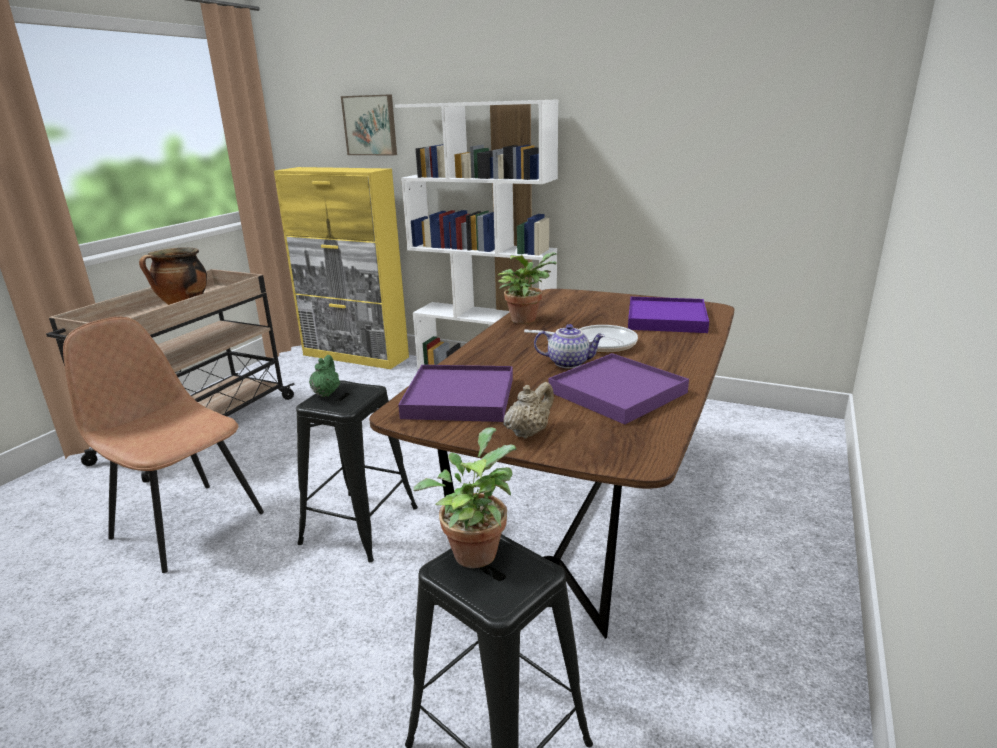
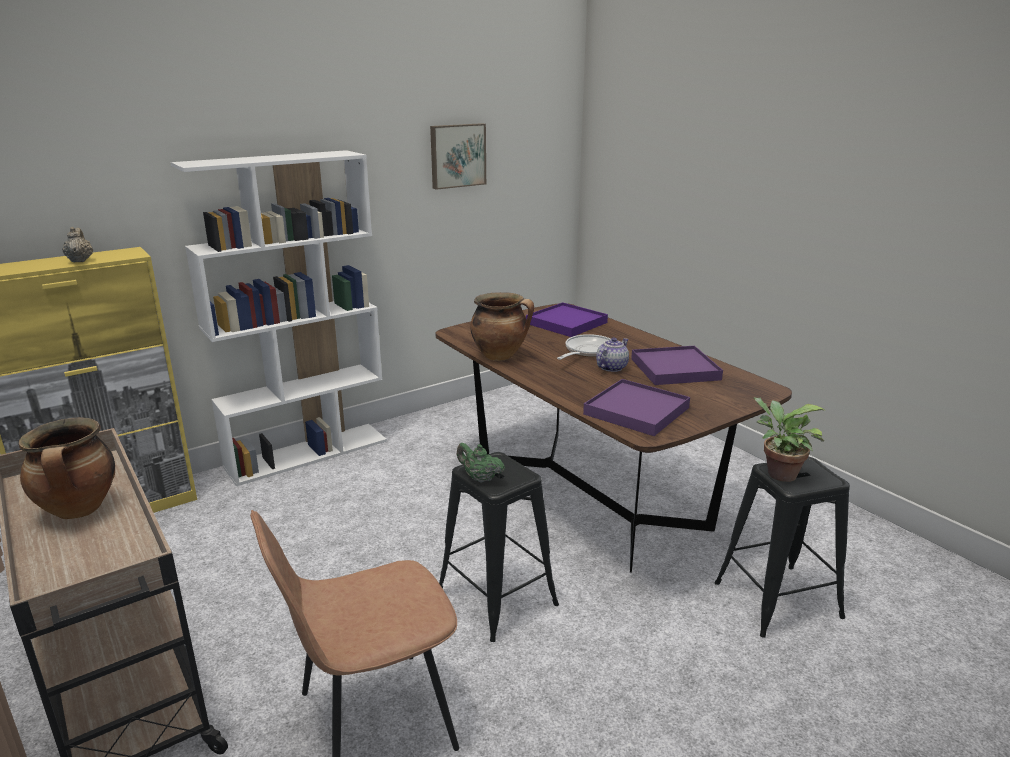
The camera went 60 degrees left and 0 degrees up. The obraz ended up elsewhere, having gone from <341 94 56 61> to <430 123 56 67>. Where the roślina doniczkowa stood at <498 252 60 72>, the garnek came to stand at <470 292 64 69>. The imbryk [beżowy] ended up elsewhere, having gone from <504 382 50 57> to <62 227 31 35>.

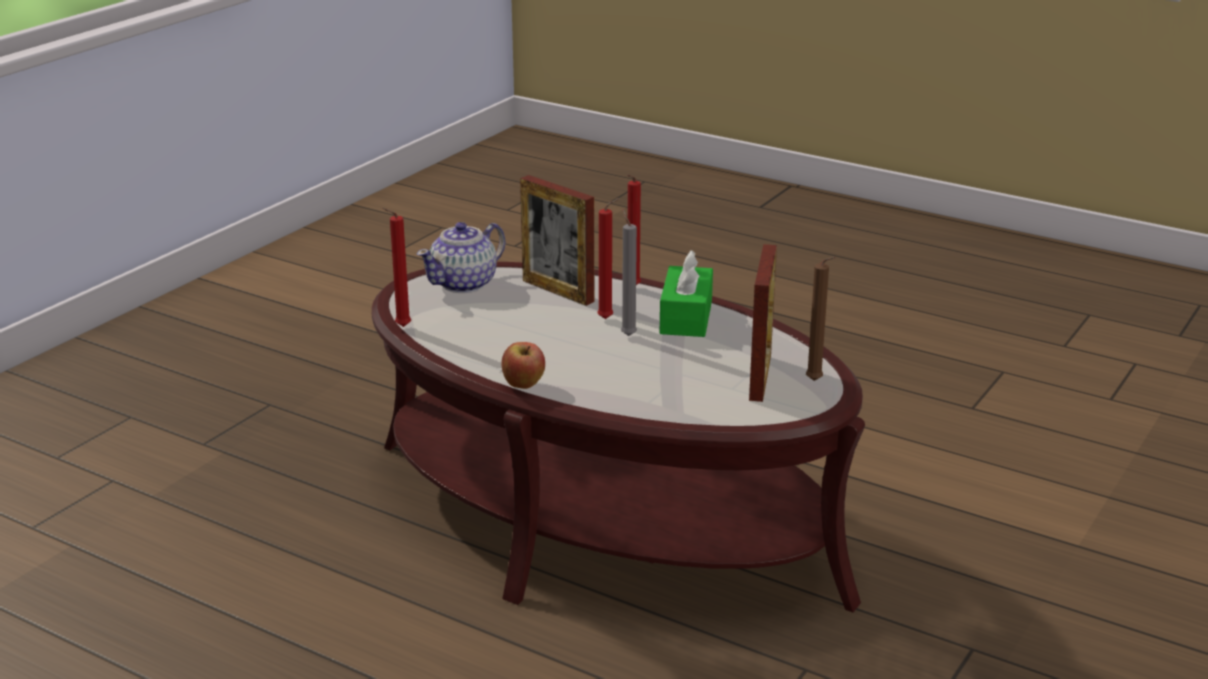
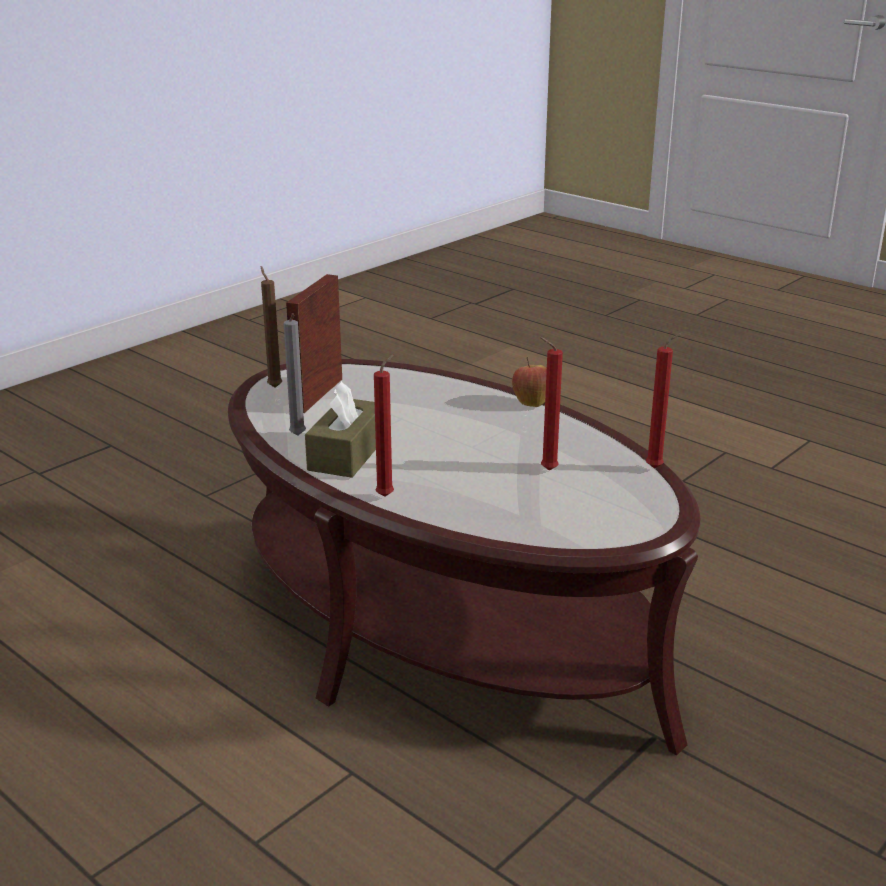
The camera went 170 degrees left and 0 degrees up. The second view lost the imbryk at <417 222 89 71>. The second view lost the ramka na zdjęcie at <520 175 74 131>. The świeca [czerwony] ended up elsewhere, having gone from <597 198 23 121> to <540 337 23 134>. The świeca [szary] ended up elsewhere, having gone from <621 209 16 127> to <284 313 22 123>. What was the pudełko chusteczek [zielony] at <660 251 53 86> turned into the pudełko chusteczek [brązowy] at <305 381 71 97>.

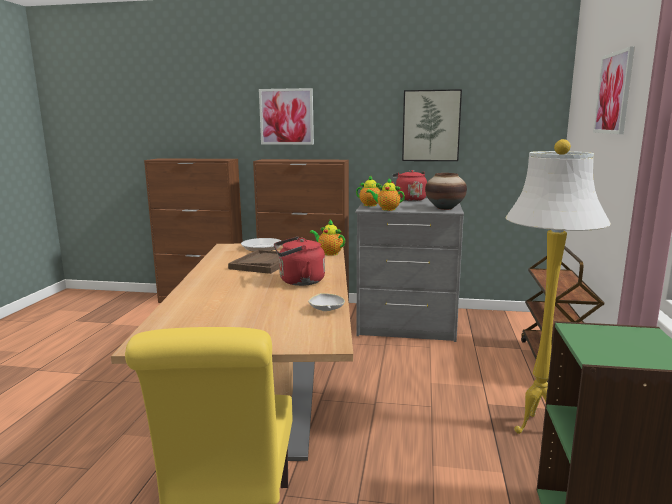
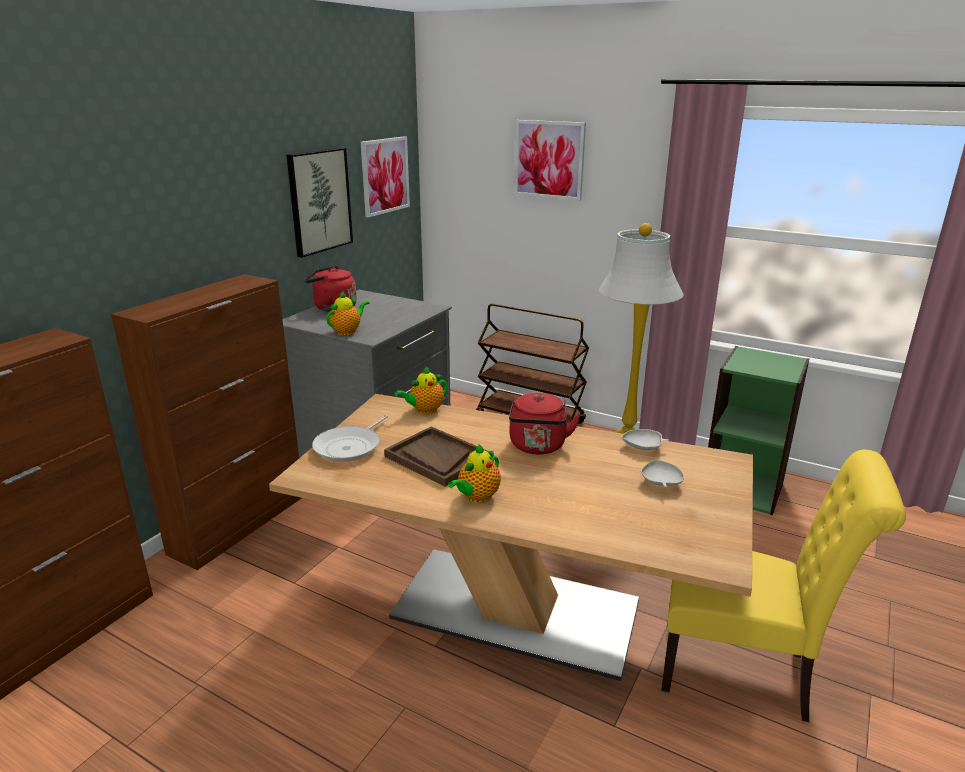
The camera went 70 degrees left and 10 degrees up. The obraz ended up elsewhere, having gone from <259 88 55 57> to <361 136 49 81>. The imbryk ended up elsewhere, having gone from <366 178 39 33> to <448 444 53 59>. The second view lost the wazon at <425 173 42 37>. The second view gained the miska [biały] at <641 460 43 27>.

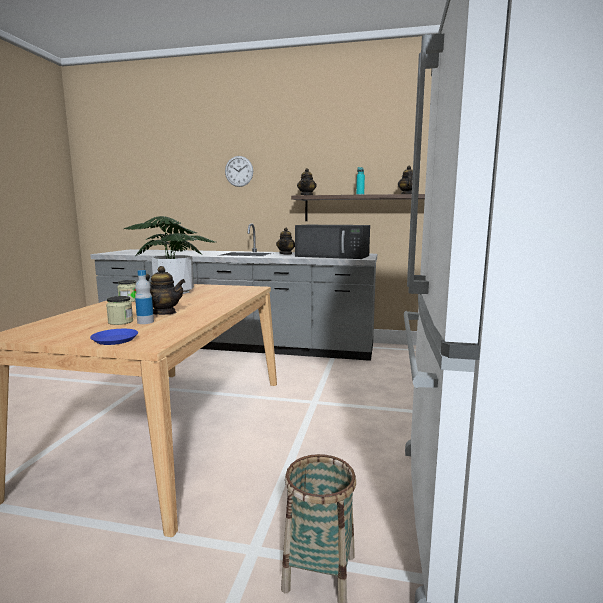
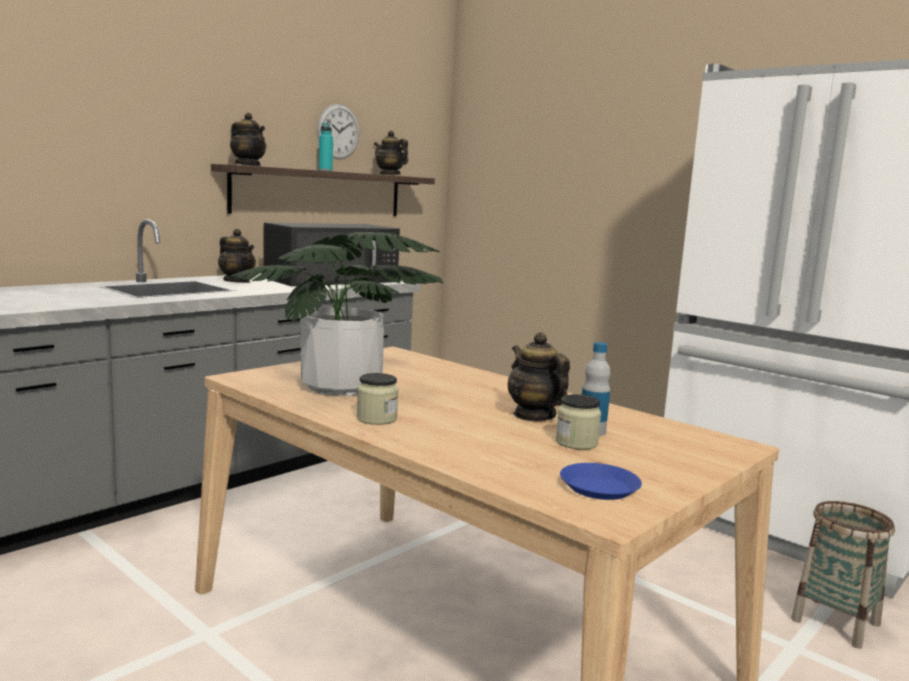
The camera went 60 degrees left and 0 degrees up. The talerz [niebieski] ended up elsewhere, having gone from <90 329 48 16> to <560 463 82 37>. The imbryk at <146 266 39 49> ended up facing another way, 75 degrees counterclockwise from before. The zegar ścienny ended up elsewhere, having gone from <225 156 28 31> to <317 104 43 55>.

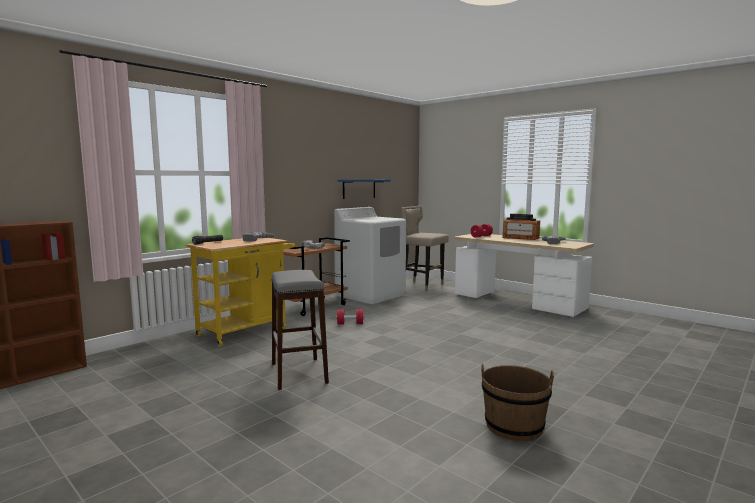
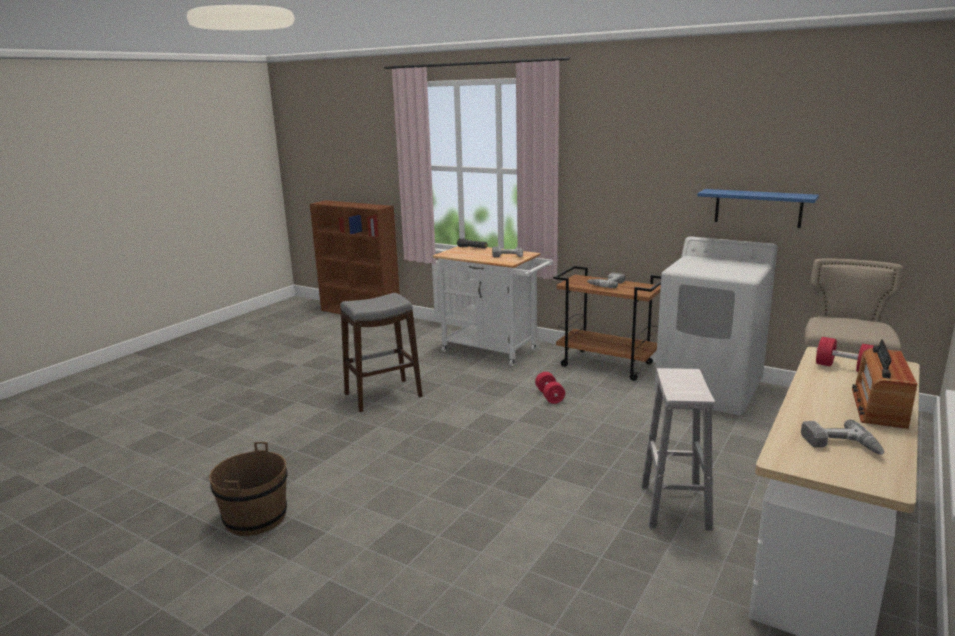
The camera went 80 degrees right and 10 degrees up. What was the wózek [żółty] at <186 238 109 109> turned into the wózek [biały] at <432 246 121 120>. The second view gained the stołek [biały] at <641 368 74 163>.

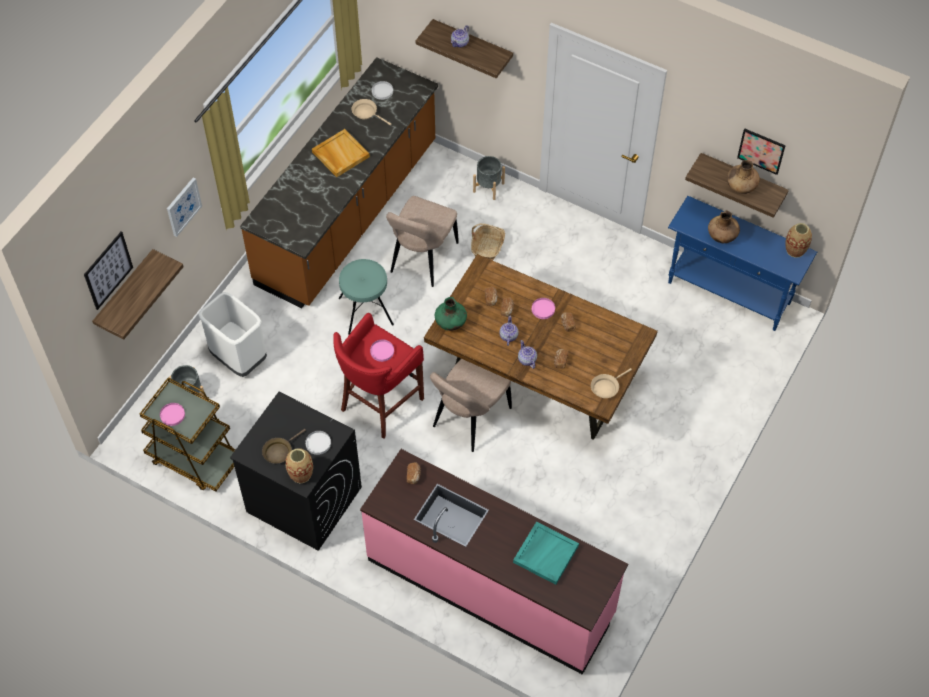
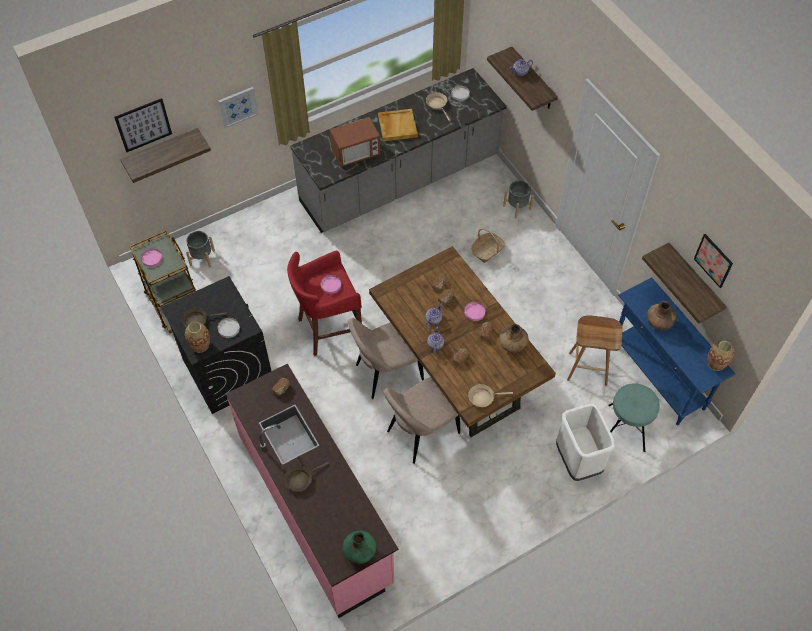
The camera went 30 degrees right and 0 degrees up. The kosz na śmieci [biały] ended up elsewhere, having gone from <198 292 69 85> to <556 404 59 77>. What was the zabudowa kuchenna [brązowy] at <240 57 198 251> turned into the zabudowa kuchenna [szary] at <290 68 217 165>. The stołek [turkusowy] ended up elsewhere, having gone from <339 259 55 76> to <608 384 52 68>. The krzesło [beżowy] ended up elsewhere, having gone from <386 196 73 91> to <383 377 77 87>. The wazon [zielony] ended up elsewhere, having gone from <435 297 32 34> to <342 531 34 33>. The second view lost the taca [turkusowy] at <513 522 66 63>. The wazon [brązowy] ended up elsewhere, having gone from <727 160 33 34> to <499 324 29 29>. The second view gained the patelnia [brązowy] at <284 462 45 30>. The second view gained the mikrofalówka at <330 117 50 50>. The second view gained the stołek [brązowy] at <567 315 56 71>.

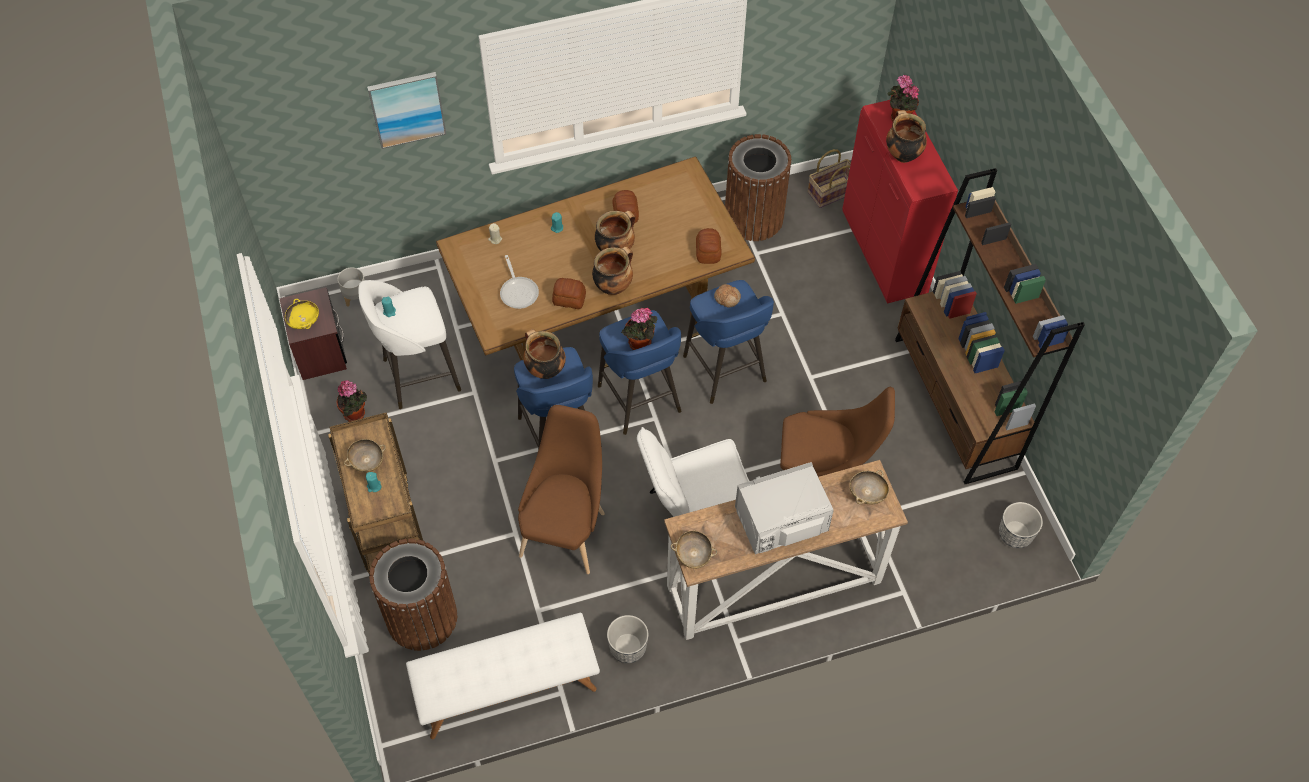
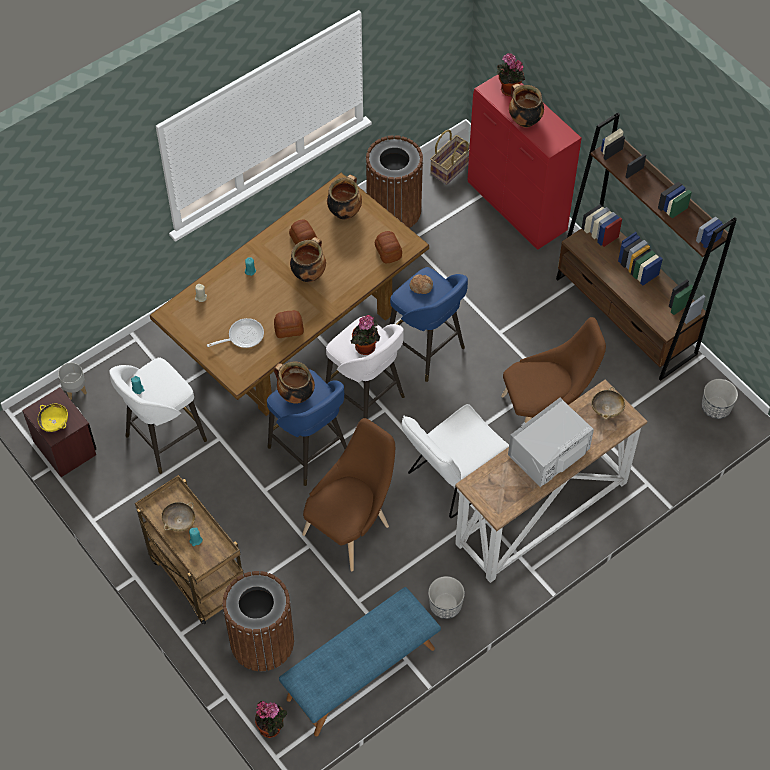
The camera went 20 degrees left and 0 degrees up. The roślina doniczkowa ended up elsewhere, having gone from <337 380 30 42> to <255 701 32 37>. The second view lost the obraz at <367 72 79 77>. What was the ławka [biały] at <406 613 194 126> turned into the ławka [niebieski] at <279 587 162 149>. The patelnia at <500 255 39 54> ended up facing another way, 75 degrees counterclockwise from before. The krzesło [brązowy] at <518 405 87 169> ended up facing another way, 45 degrees clockwise from before. The garnek ended up elsewhere, having gone from <592 246 41 49> to <327 175 35 45>. What was the stołek [niebieski] at <598 310 83 125> turned into the stołek [biały] at <326 316 79 103>. The second view lost the miska [beżowy] at <671 531 46 38>.

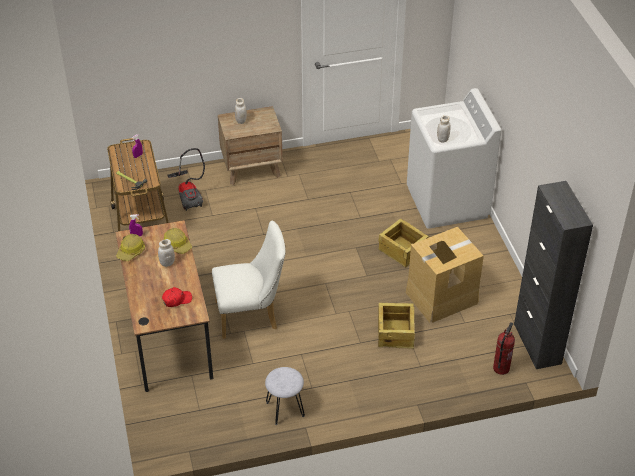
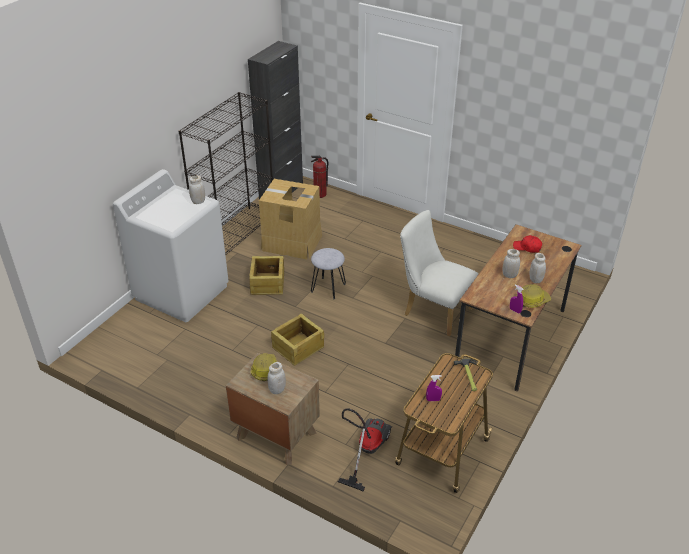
The camera went 135 degrees left and 5 degrees down. The kask ended up elsewhere, having gone from <163 228 29 26> to <251 354 26 27>. The stołek [szary] ended up elsewhere, having gone from <265 367 40 58> to <311 248 35 52>. The skrzynka ended up elsewhere, having gone from <378 303 37 46> to <271 313 53 53>. The second view gained the regał [czarny] at <178 92 95 163>. The second view gained the słoik [biały] at <530 253 16 30>.

